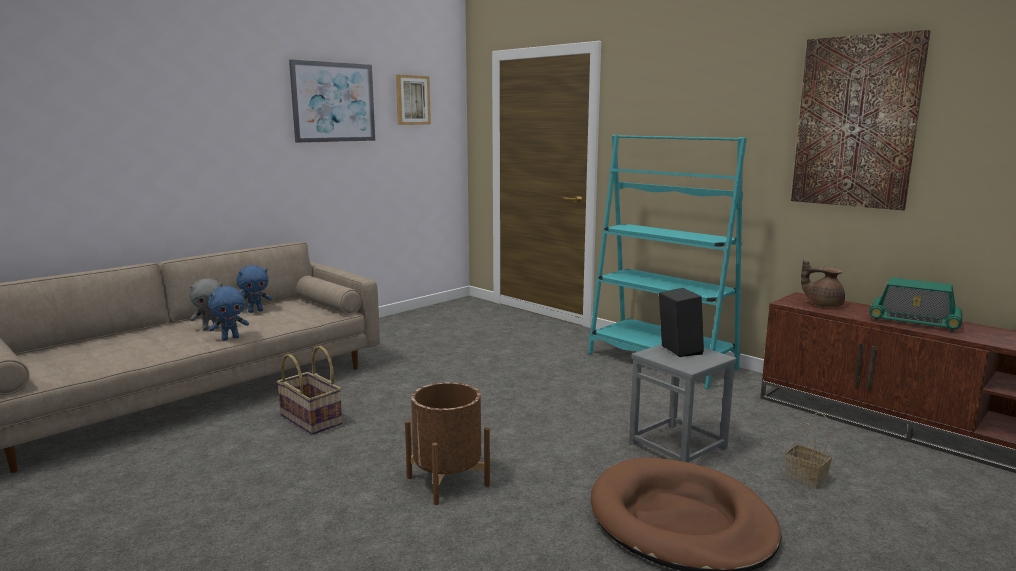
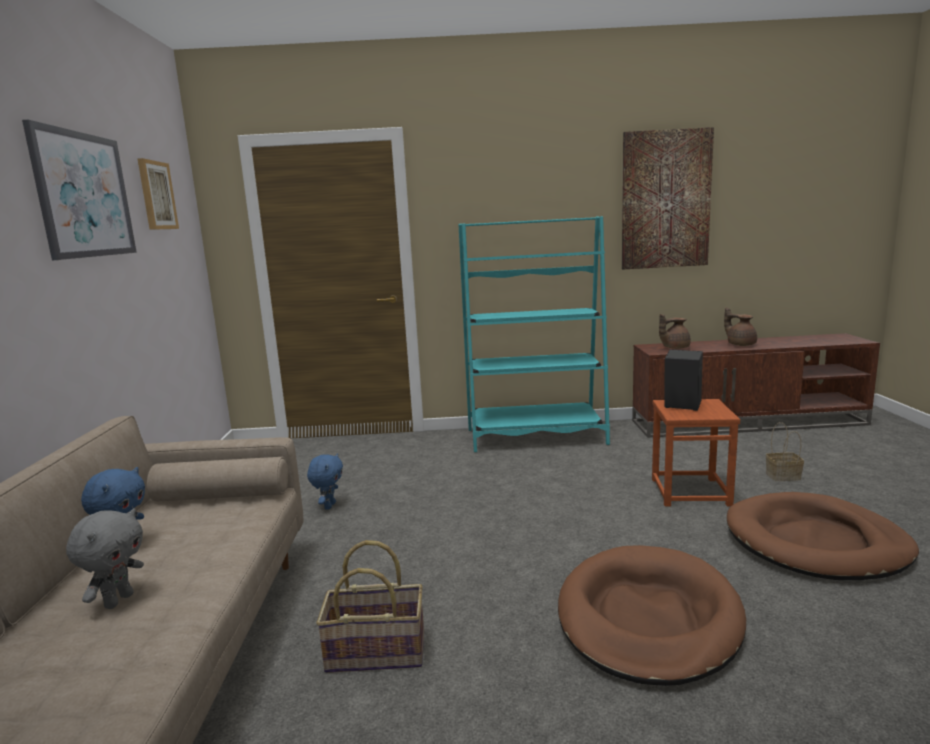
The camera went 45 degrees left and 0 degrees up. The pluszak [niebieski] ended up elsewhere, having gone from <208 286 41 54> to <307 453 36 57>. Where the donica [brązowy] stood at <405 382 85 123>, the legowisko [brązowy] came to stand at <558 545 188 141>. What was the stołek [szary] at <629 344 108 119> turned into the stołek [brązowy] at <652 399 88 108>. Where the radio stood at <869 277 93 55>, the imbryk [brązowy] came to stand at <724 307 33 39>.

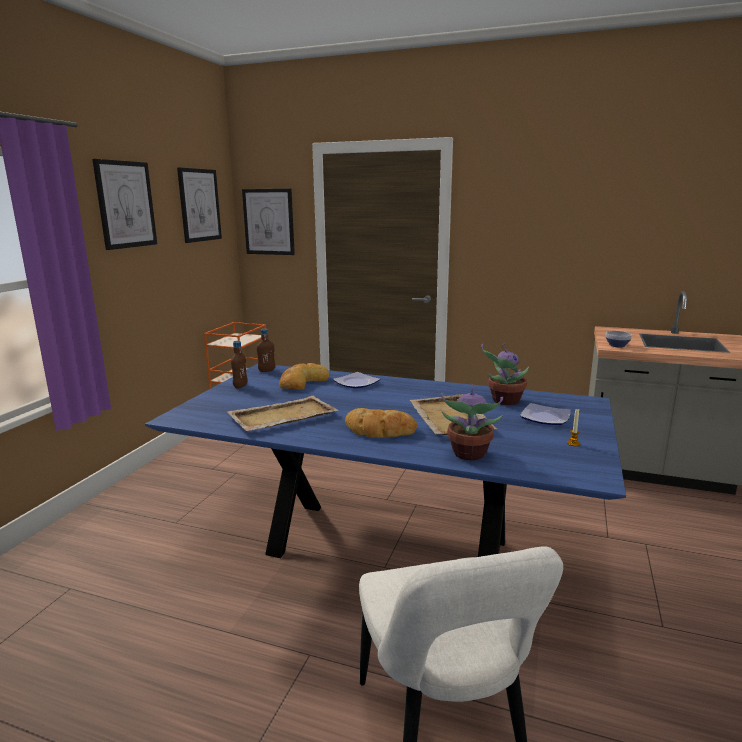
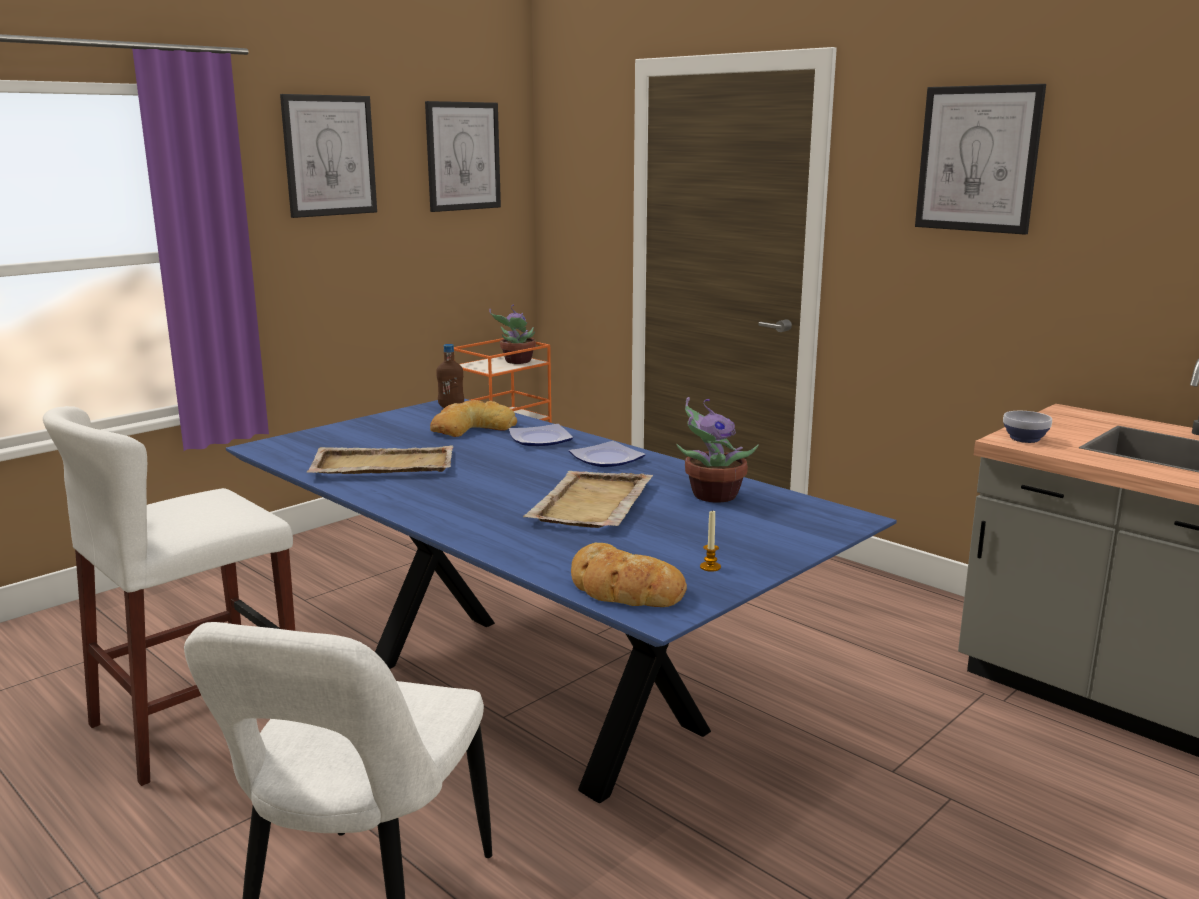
The camera went 25 degrees right and 0 degrees up. The second view lost the butelka [brązowy] at <231 341 17 48>. The obraz ended up elsewhere, having gone from <242 188 53 67> to <915 84 131 151>. The chleb ended up elsewhere, having gone from <345 408 72 30> to <571 542 116 65>. The roślina doniczkowa ended up elsewhere, having gone from <441 384 62 76> to <489 305 47 59>. The talerz ended up elsewhere, having gone from <520 403 51 22> to <569 441 77 26>. The second view gained the stołek [biały] at <43 406 252 380>.

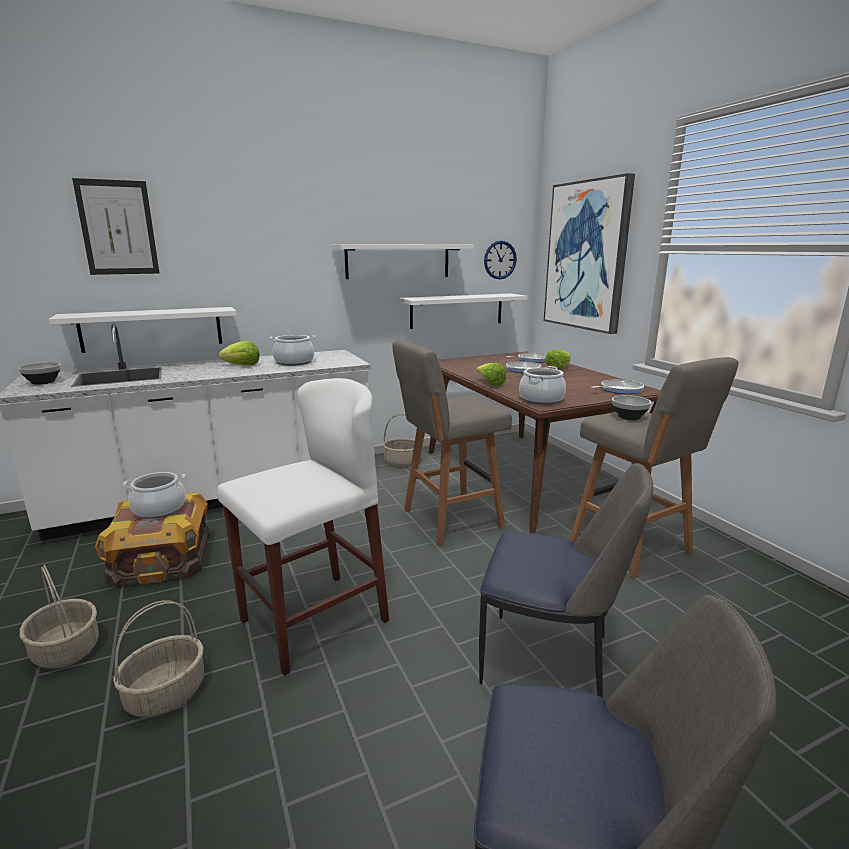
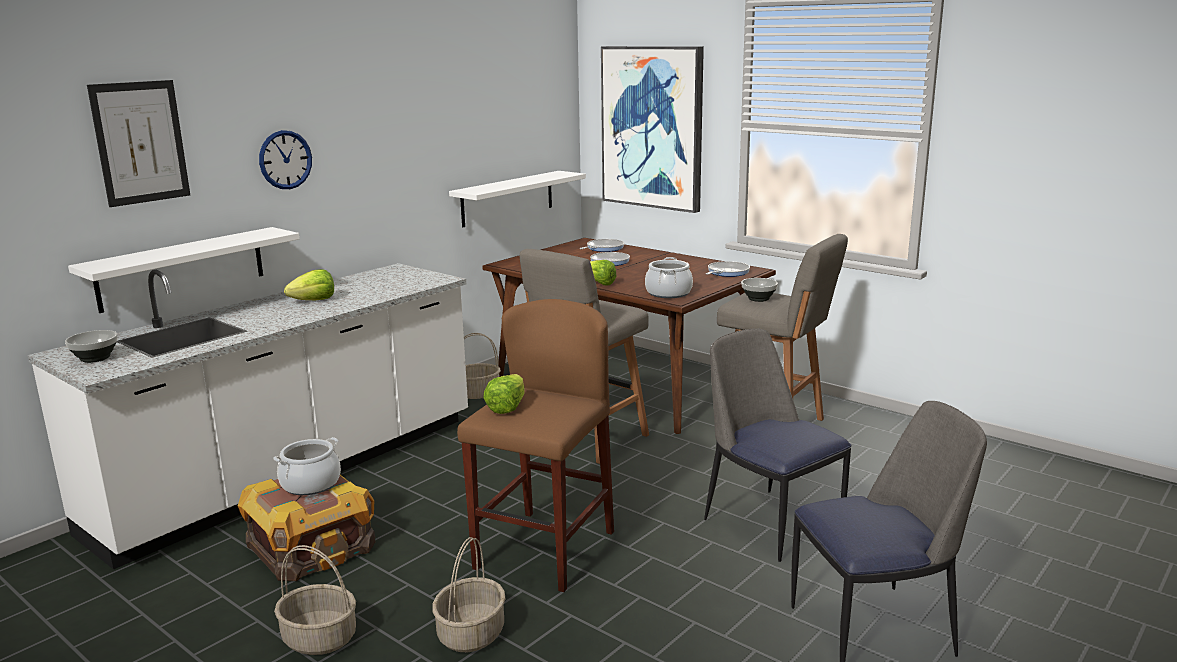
The camera went 25 degrees left and 0 degrees up. What was the stołek [biały] at <217 378 172 298> turned into the stołek [brązowy] at <457 299 157 293>. The second view lost the garnek at <269 335 46 31>. The second view lost the półka [biały] at <332 244 142 35>. The krzesło at <479 463 174 235> ended up facing another way, 120 degrees counterclockwise from before. The zegar ścienny ended up elsewhere, having gone from <484 241 33 38> to <259 130 53 59>. The sałata ended up elsewhere, having gone from <545 349 25 21> to <483 374 41 40>.

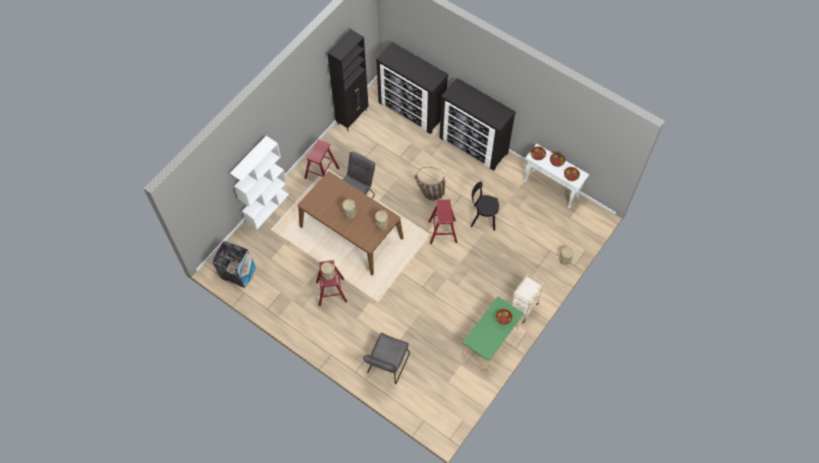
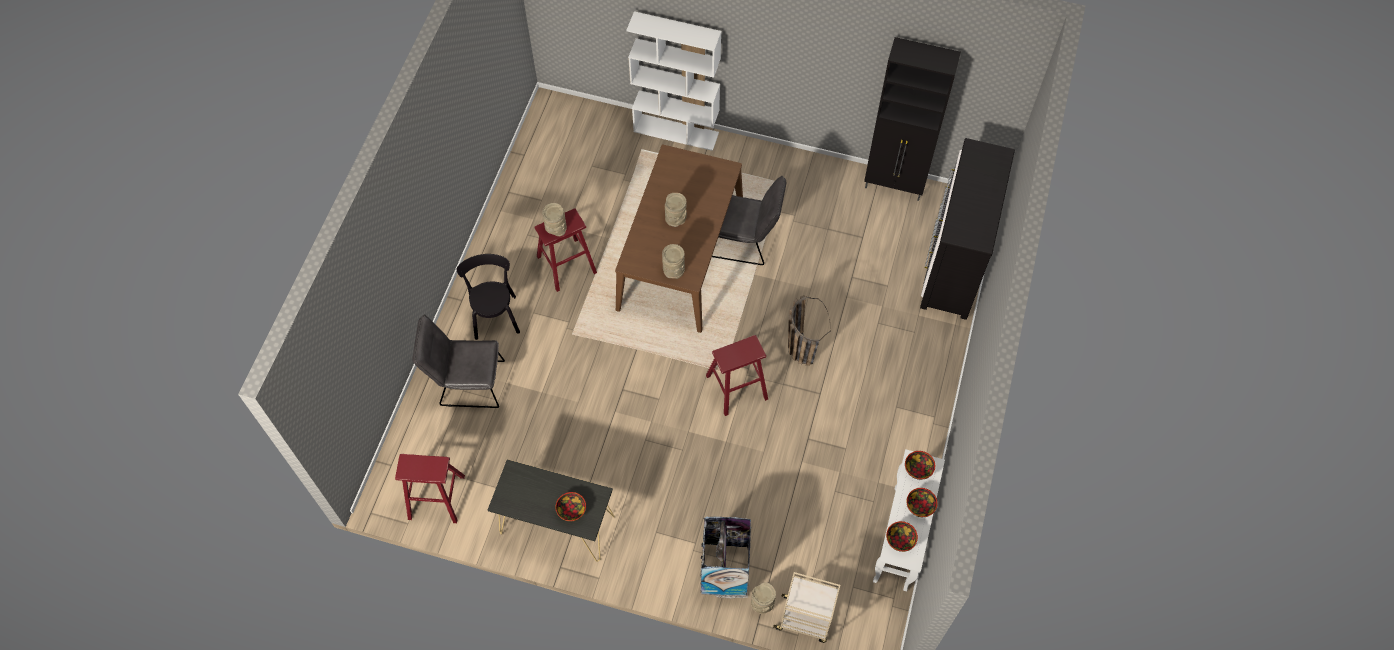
The camera went 70 degrees right and 0 degrees up. The kosz na śmieci ended up elsewhere, having gone from <212 241 45 47> to <700 517 51 81>. The stołek [czerwony] ended up elsewhere, having gone from <304 139 35 40> to <395 454 70 69>. The second view lost the komoda at <439 78 77 93>. What was the stolik konsolowy [zielony] at <462 296 62 77> turned into the stolik konsolowy [czarny] at <488 459 127 103>. The krzesło [czarny] ended up elsewhere, having gone from <470 181 29 50> to <457 254 63 86>. The wózek [beżowy] ended up elsewhere, having gone from <511 274 33 49> to <773 572 67 71>.

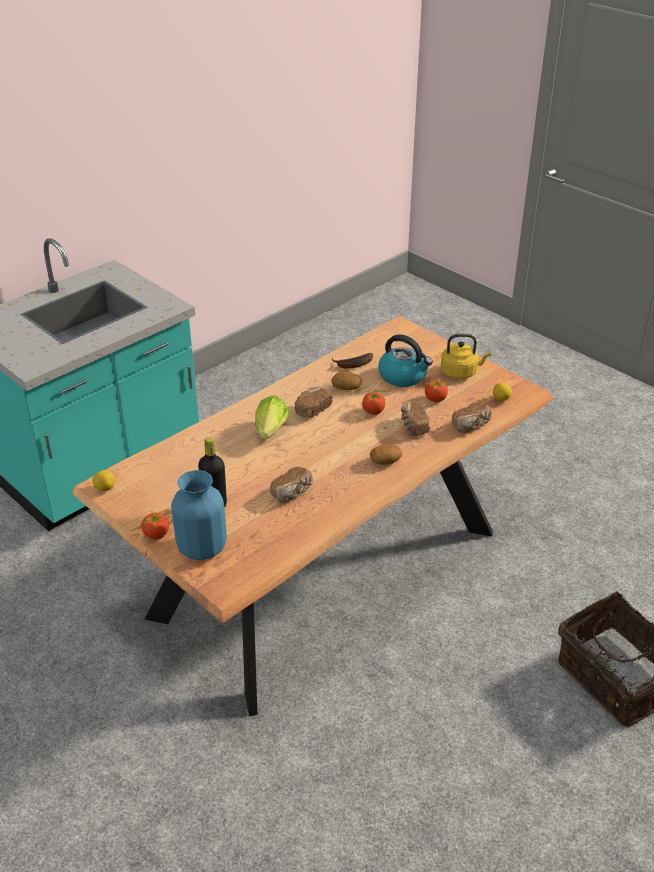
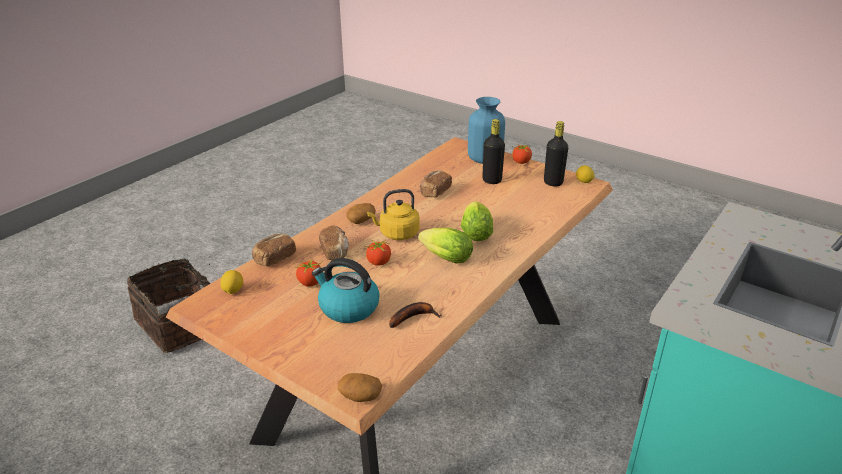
The camera went 170 degrees right and 5 degrees down. Where the chleb stood at <295 386 38 32>, the sałata came to stand at <418 228 55 36>. The ziemniak ended up elsewhere, having gone from <331 371 31 19> to <337 373 45 29>. The czajnik [żółty] ended up elsewhere, having gone from <441 334 50 45> to <367 189 53 51>. The second view gained the butelka [czarny] at <544 121 24 65>.

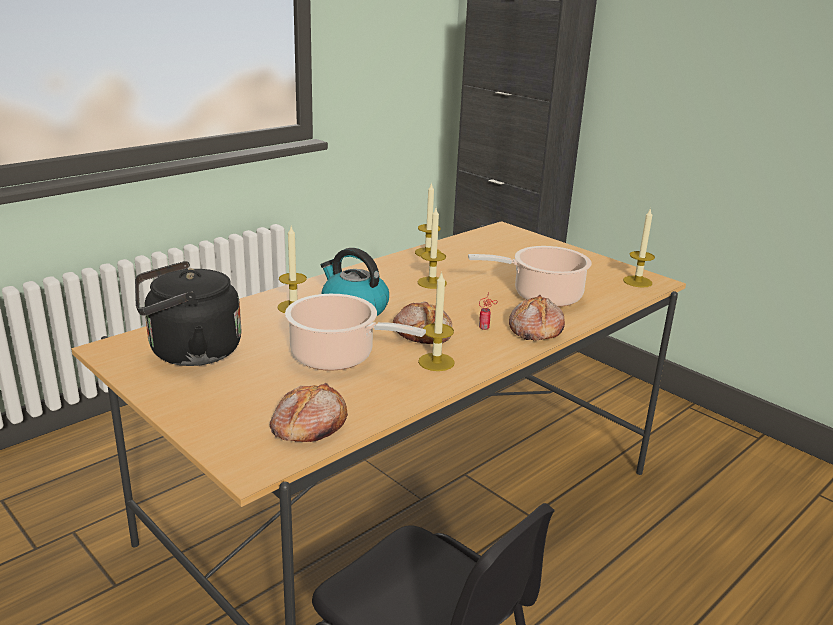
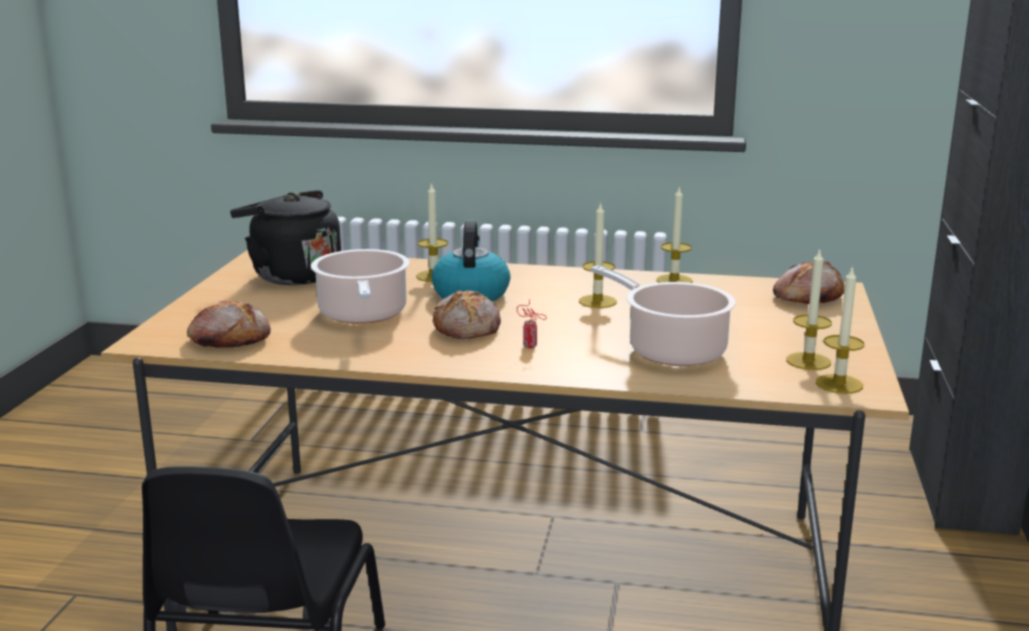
The camera went 55 degrees right and 5 degrees down. The świeca ended up elsewhere, having gone from <418 271 37 100> to <786 249 46 121>. The chleb ended up elsewhere, having gone from <509 295 56 46> to <773 261 72 43>.

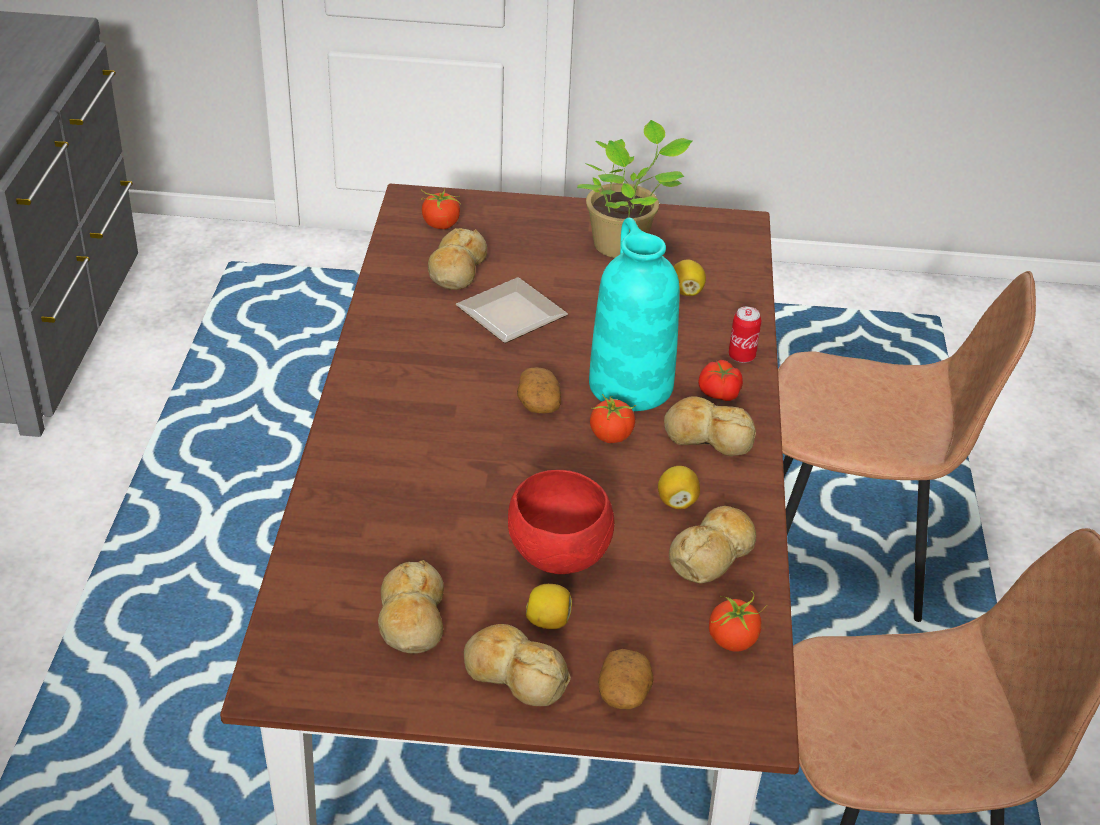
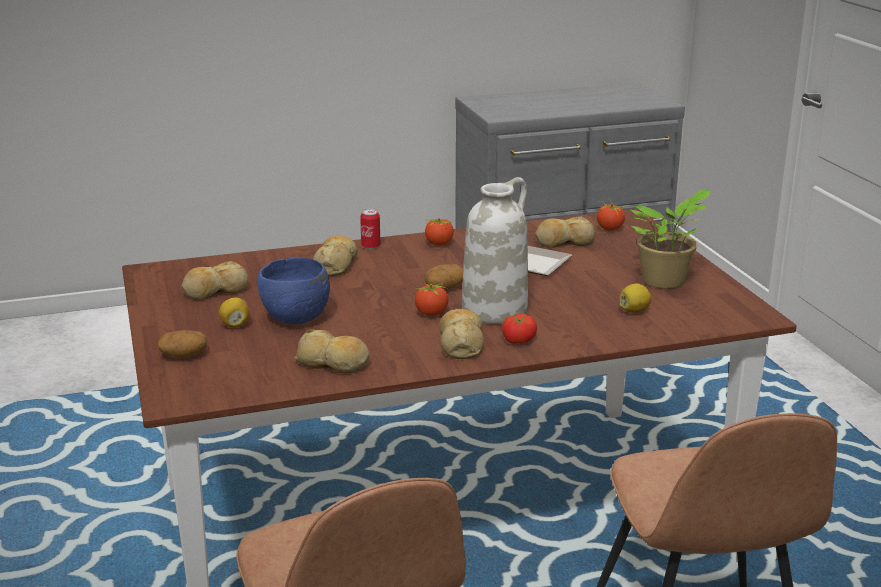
The camera went 70 degrees right and 15 degrees down. The chleb ended up elsewhere, having gone from <464 624 107 82> to <313 235 44 41>. What was the miska [czerwony] at <508 470 106 104> turned into the miska [niebieski] at <258 257 72 67>. What was the wazon [turkusowy] at <589 218 91 193> turned into the wazon [biały] at <462 177 66 147>. The second view lost the cytryna at <658 466 42 43>. The pomidor ended up elsewhere, having gone from <709 591 59 61> to <425 218 30 28>. The puszka ended up elsewhere, having gone from <728 307 34 56> to <360 209 20 40>.

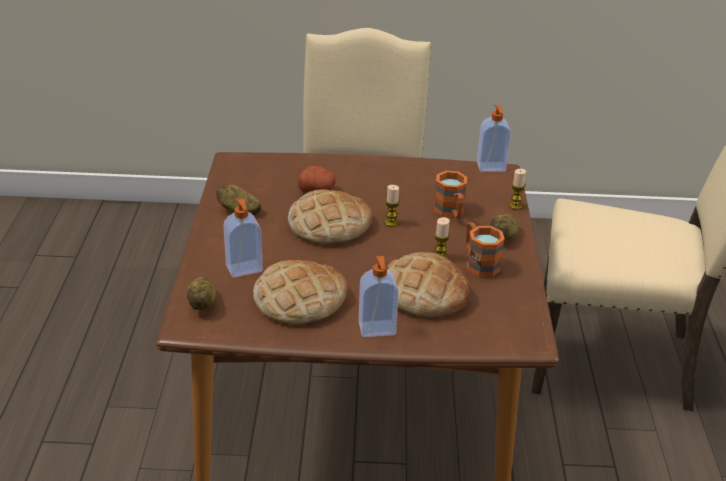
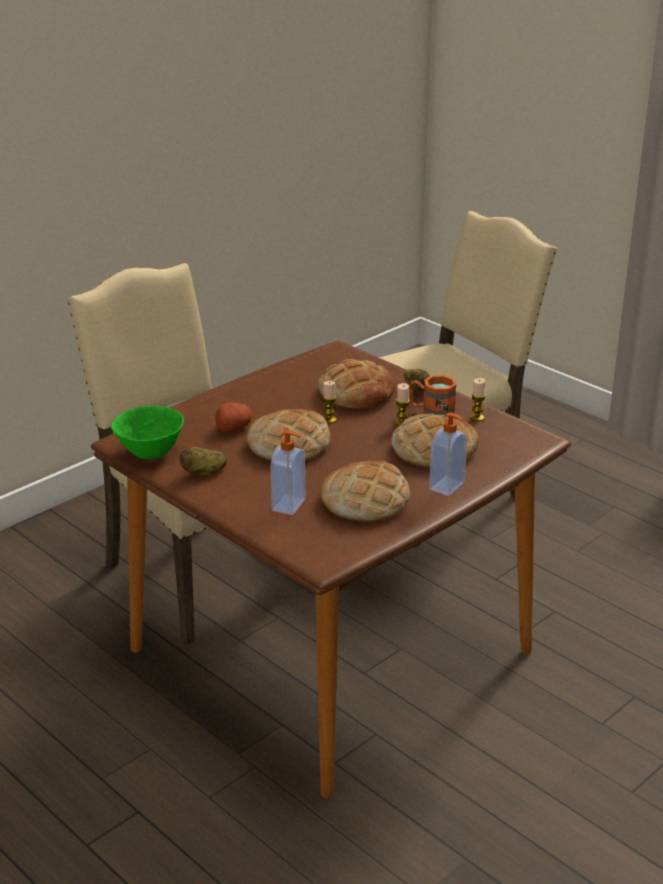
The camera went 45 degrees left and 5 degrees down. The second view lost the ziemniak at <187 277 30 33>. Where the kubek [pomarańczowy] stood at <434 171 33 48>, the chleb came to stand at <318 359 77 50>. The second view lost the dozownik mydła at <477 105 34 67>. The świeca ended up elsewhere, having gone from <509 169 17 41> to <470 378 16 43>. The second view gained the miska [zielony] at <111 406 73 53>.

